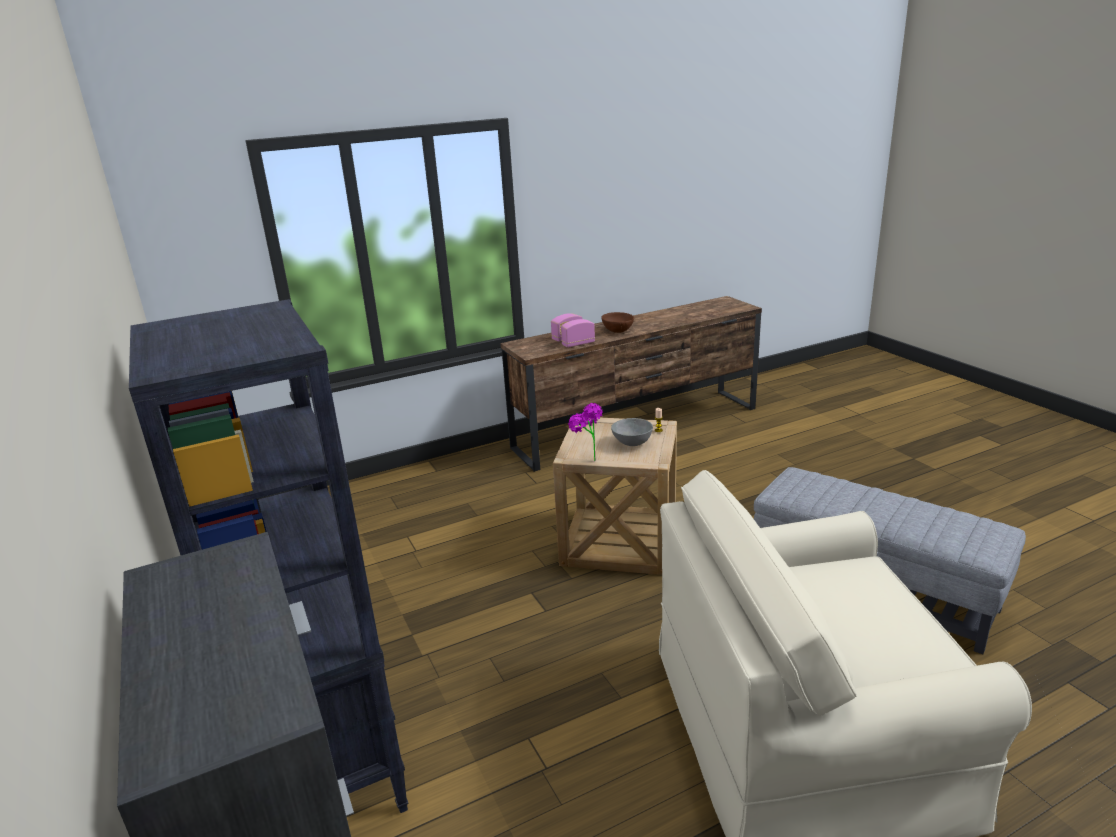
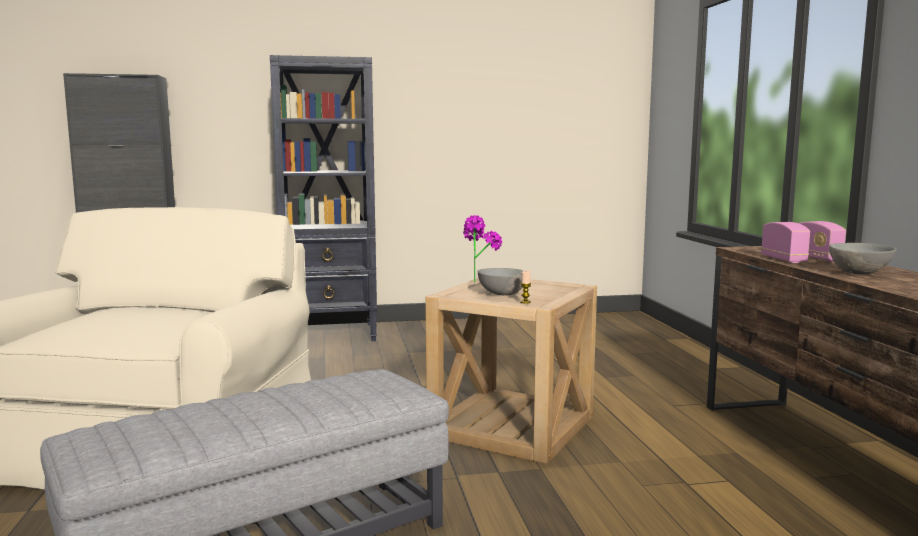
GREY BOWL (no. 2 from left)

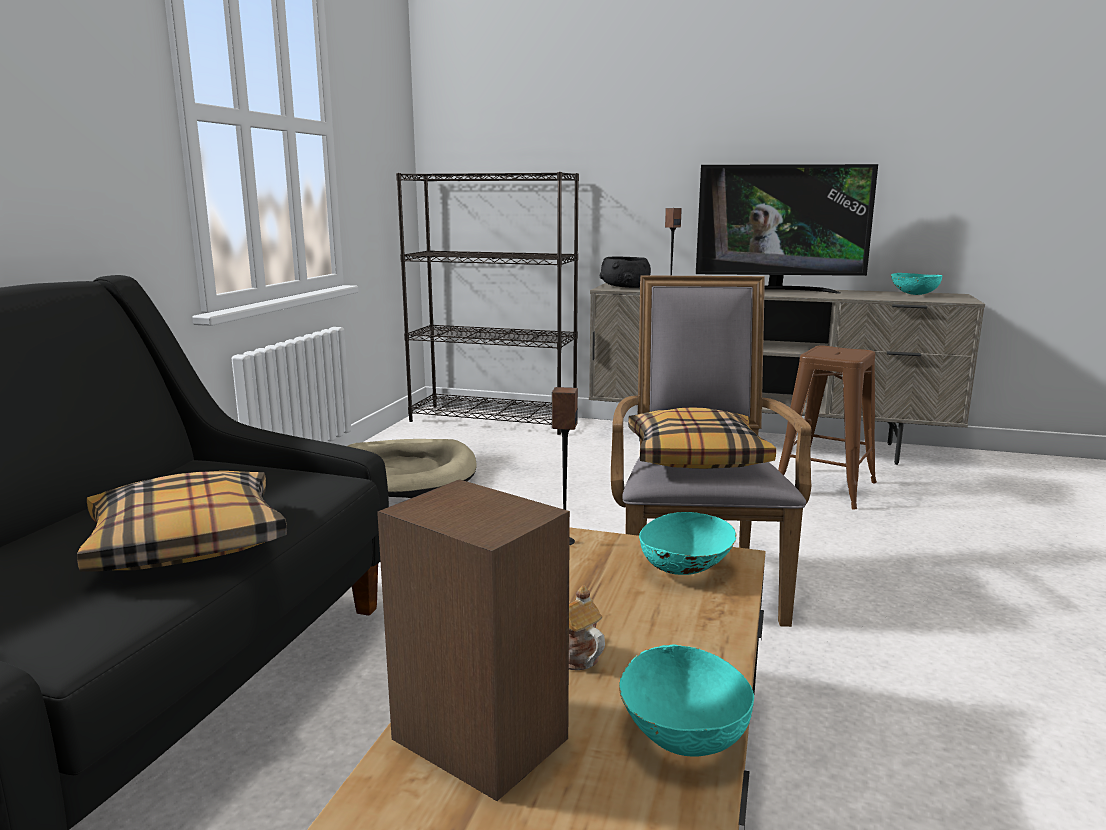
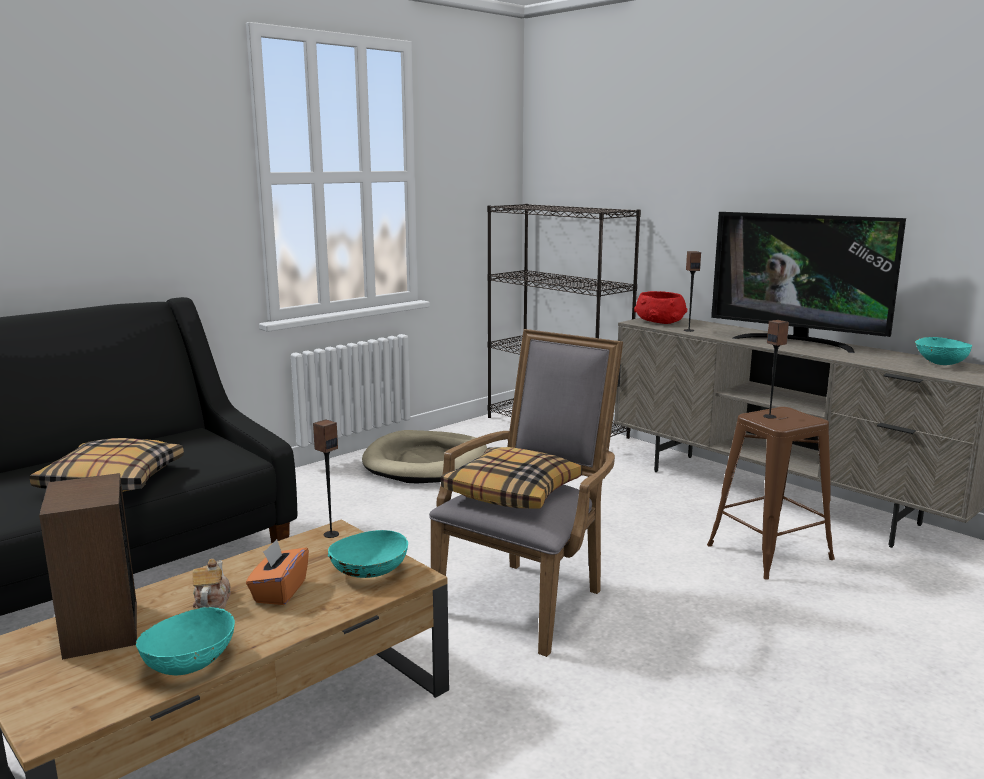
ORANGE TISSUE BOX
RED BOWL
SPEAKER (no. 4 from left)

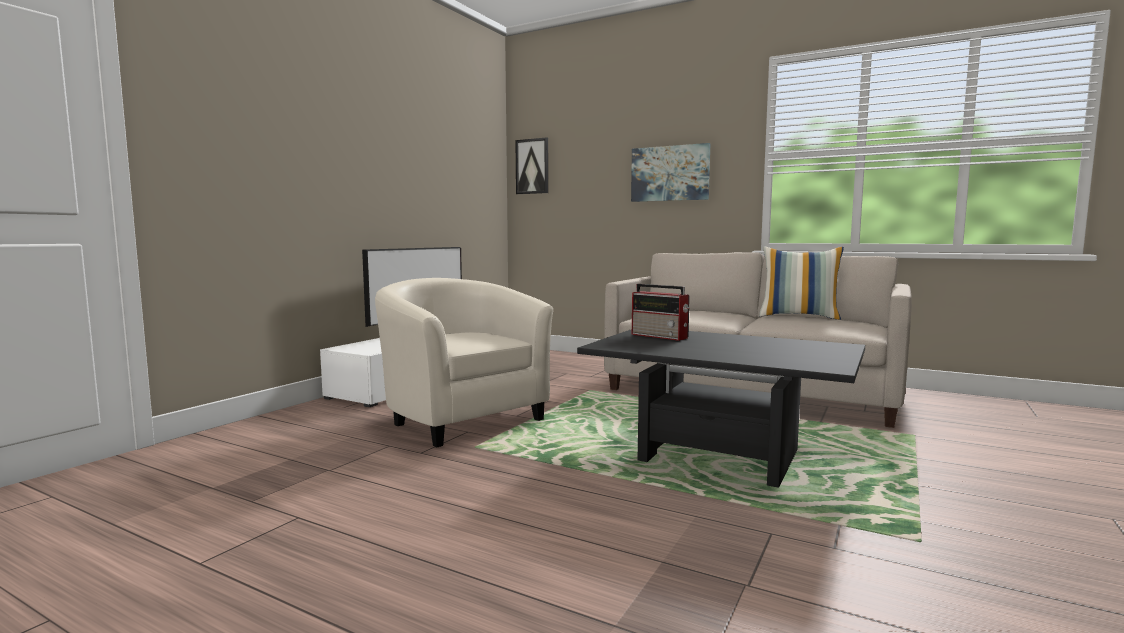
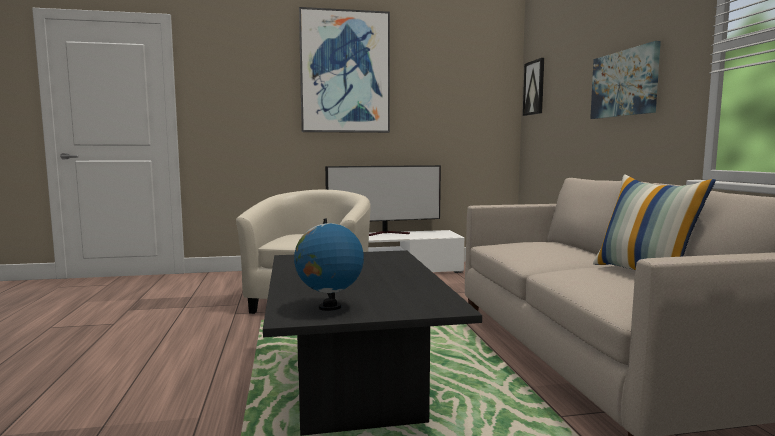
GLOBE
PICTURE (no. 1 from left)
RADIO

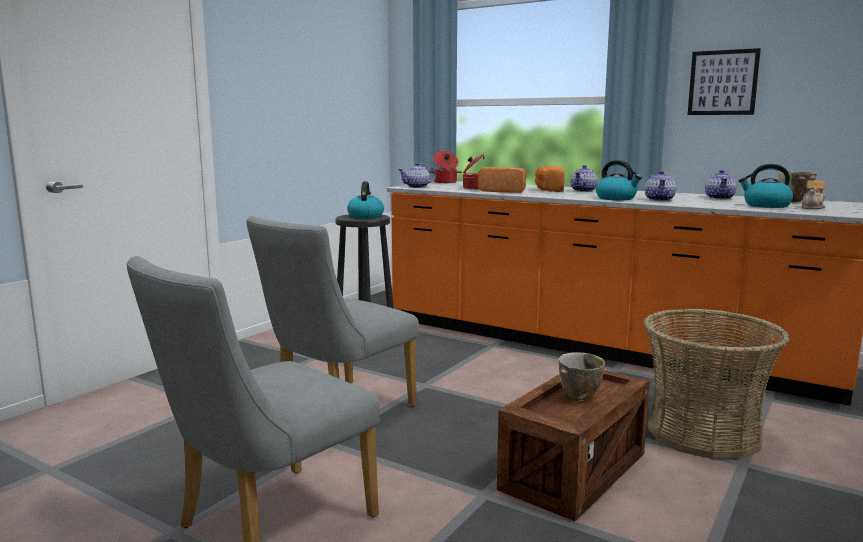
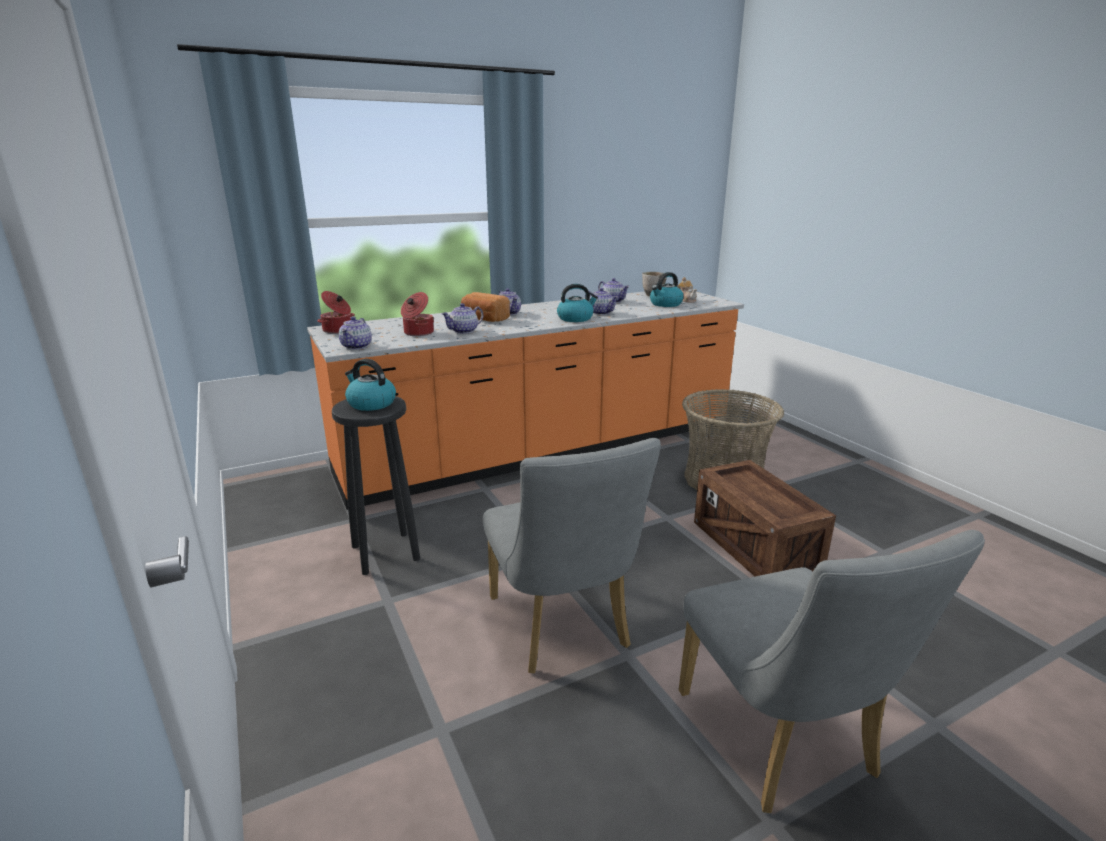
TEAPOT (no. 2 from left)
BOWL (no. 1 from left in the first image)
PICTURE

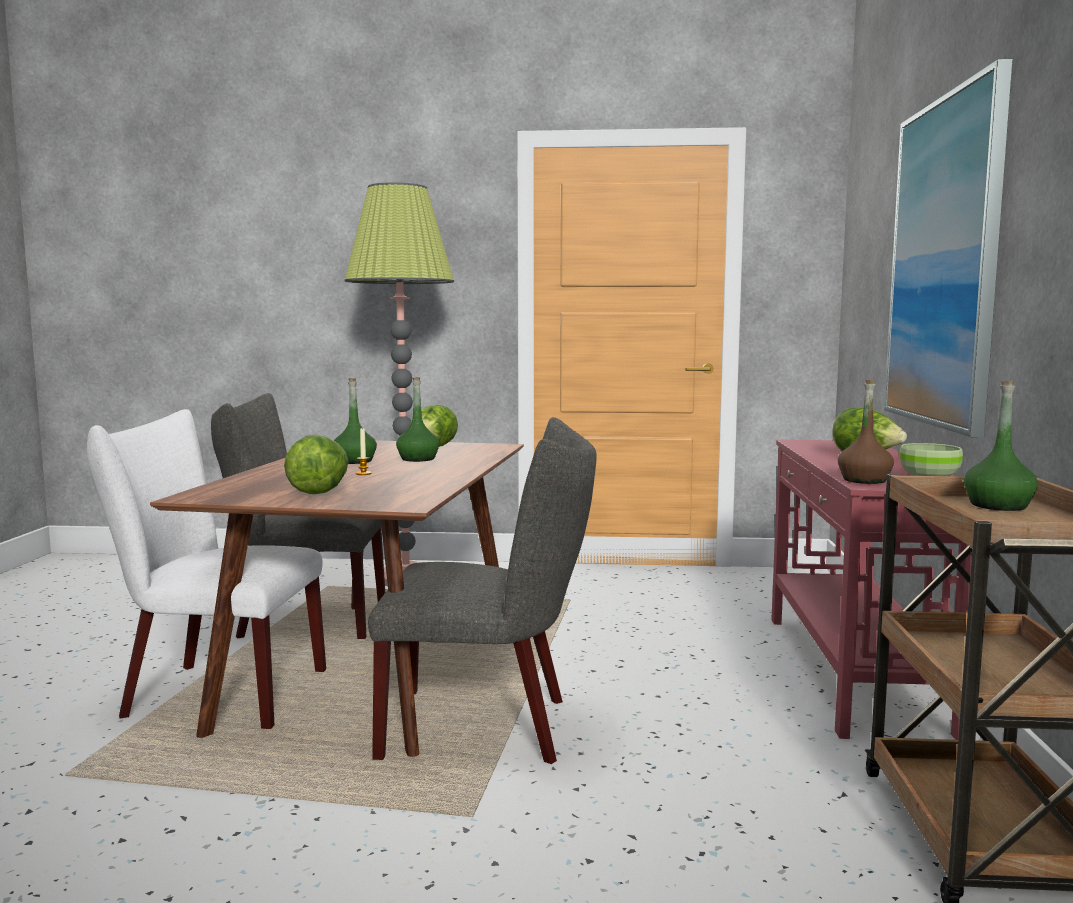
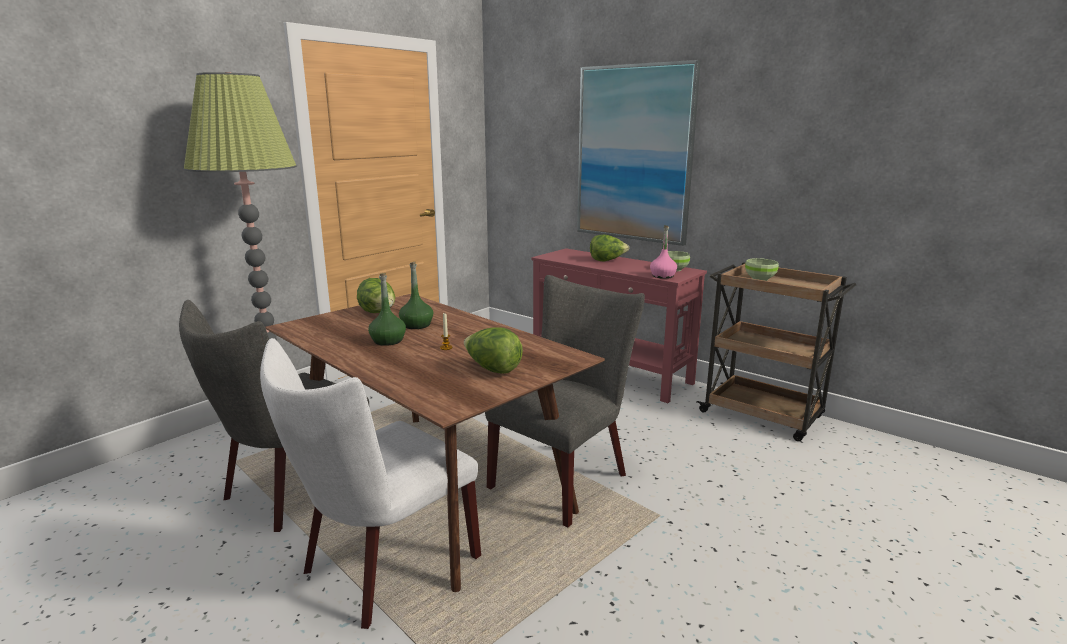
PINK BOTTLE
GREEN BOWL (no. 2 from left)

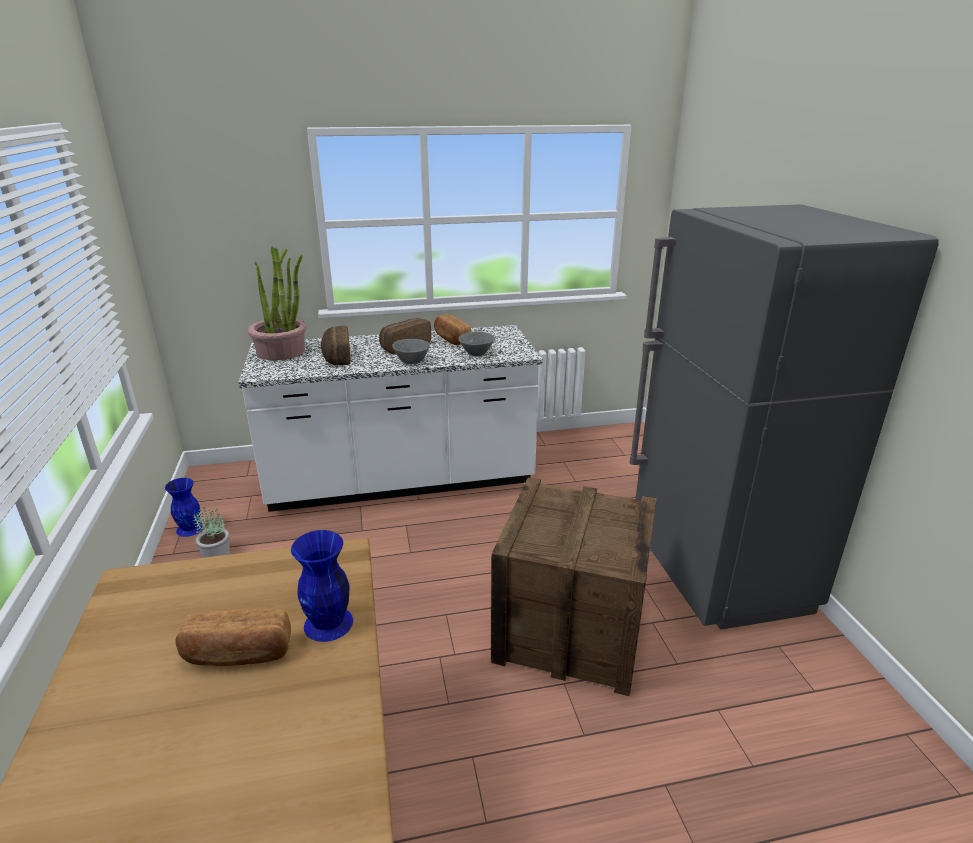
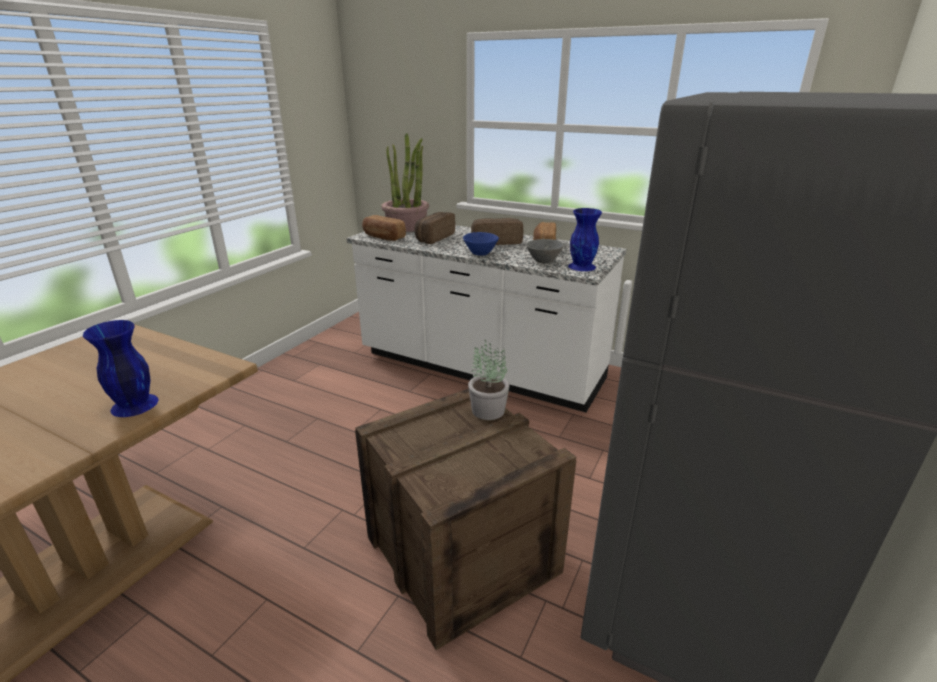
BREAD (no. 1 from left)
BLUE BOWL
POTTED PLANT (no. 2 from left)
BLUE VASE (no. 2 from left)

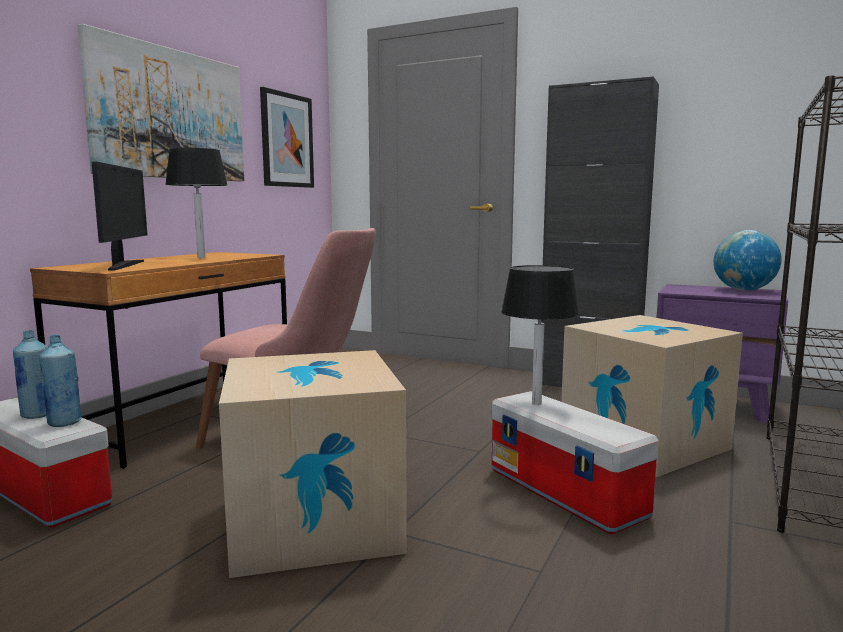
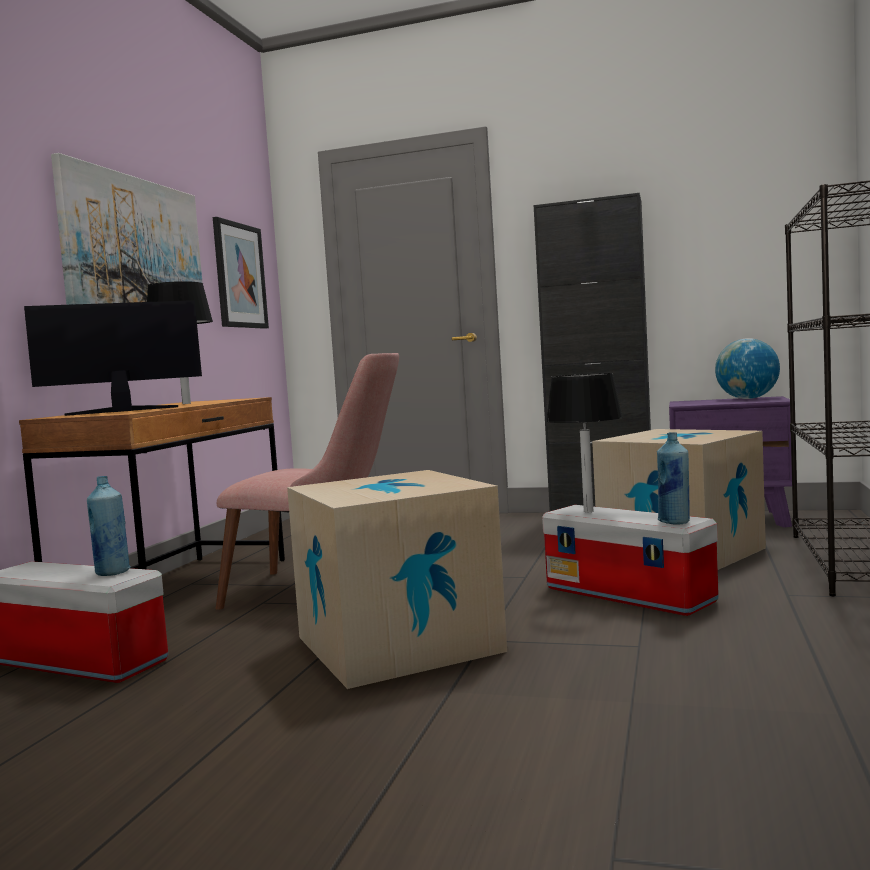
MONITOR
BLUE BOTTLE (no. 2 from left)

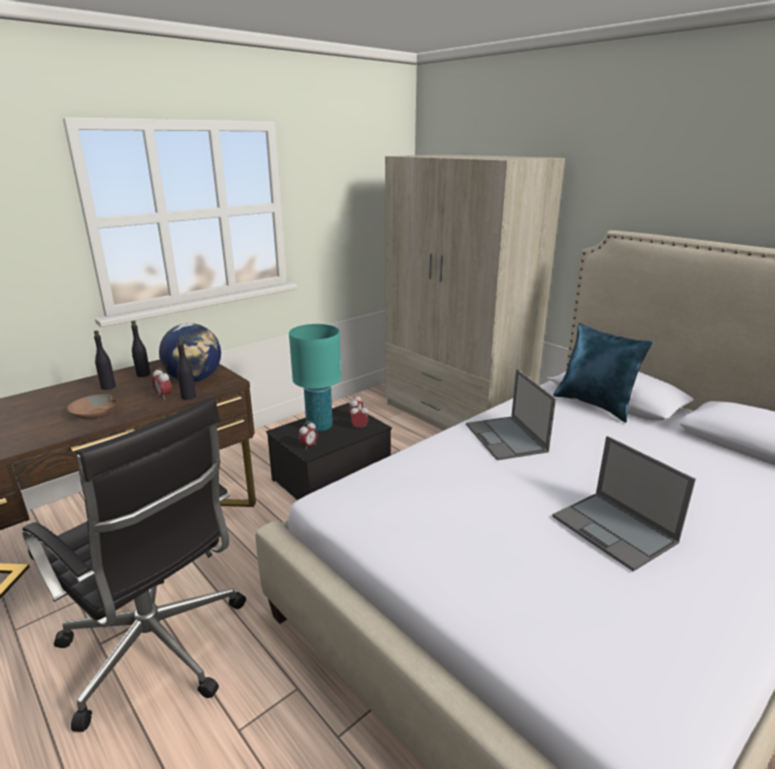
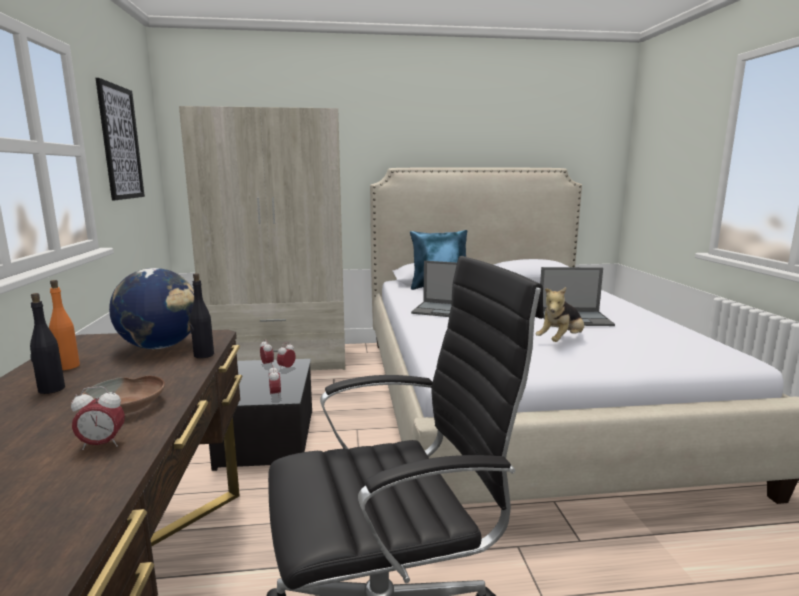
ORANGE BOTTLE
ALARM CLOCK (no. 1 from left)
PICTURE
PLUSH TOY
TURQUOISE TABLE LAMP

